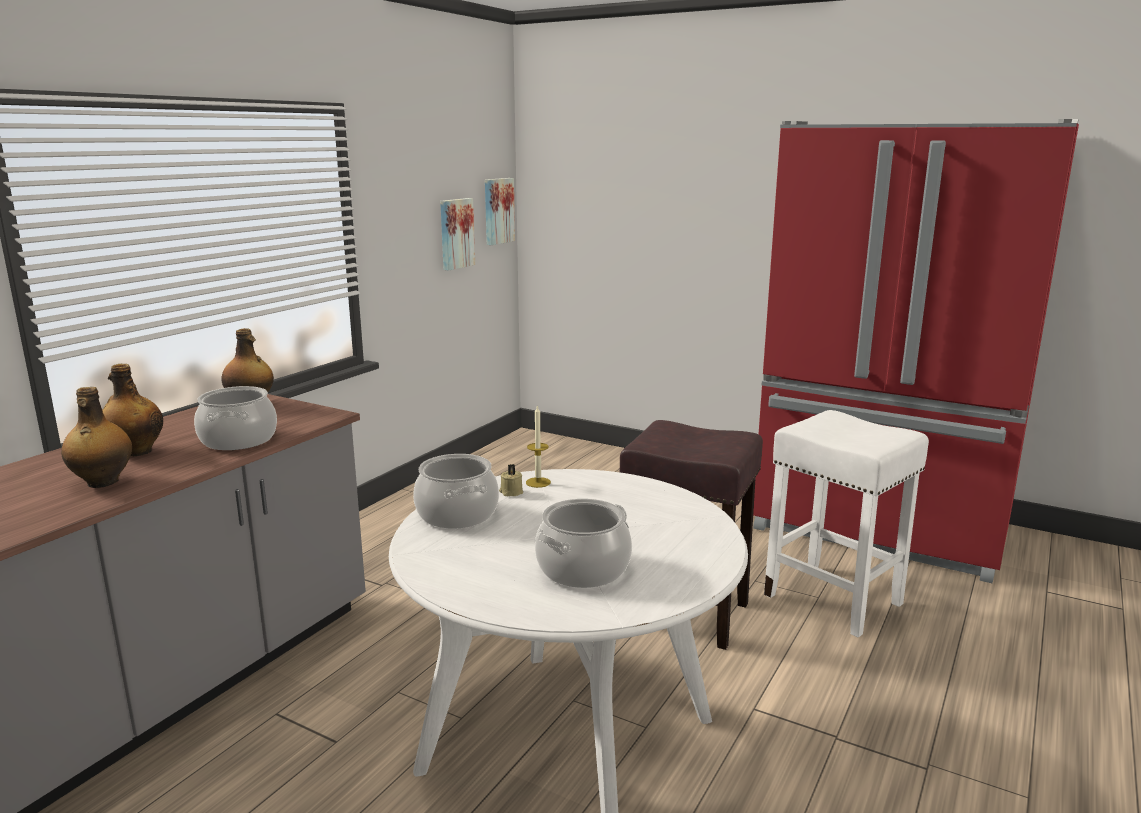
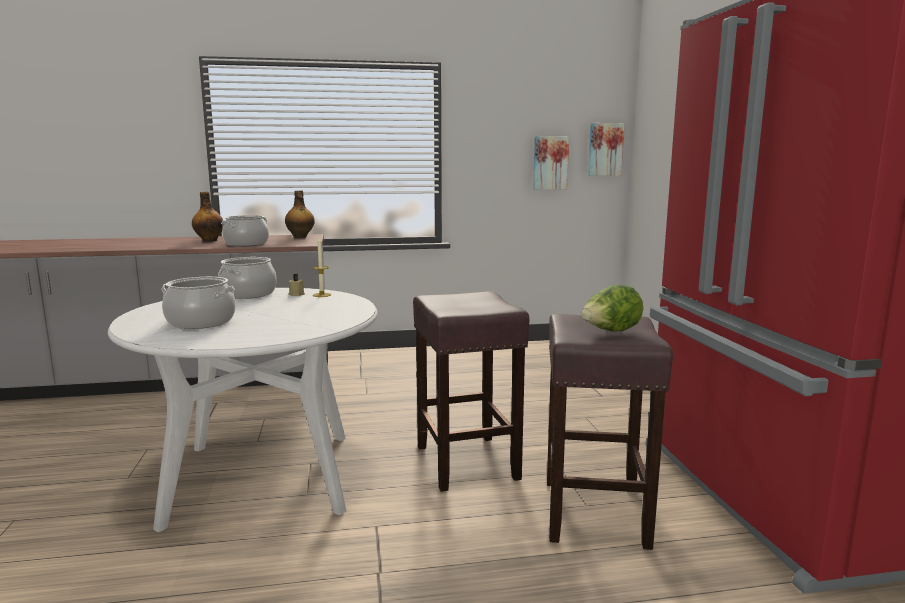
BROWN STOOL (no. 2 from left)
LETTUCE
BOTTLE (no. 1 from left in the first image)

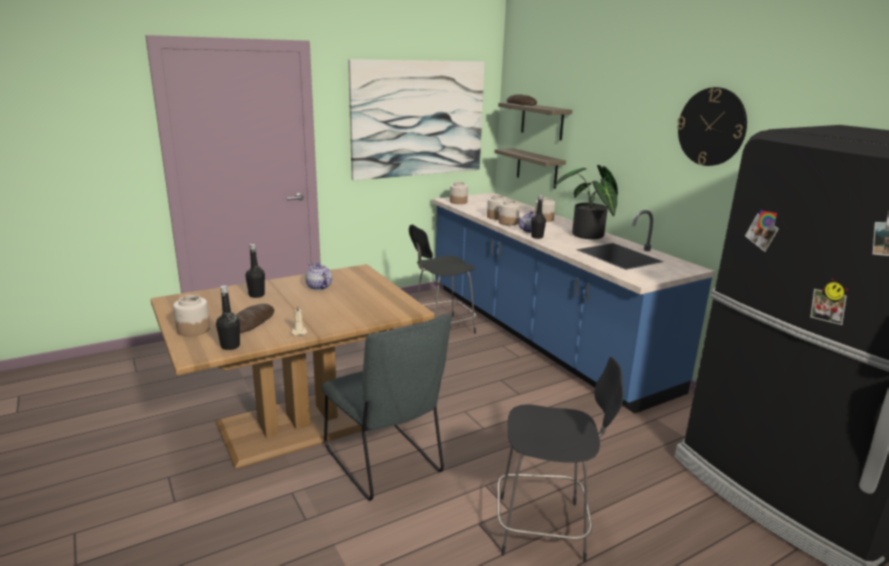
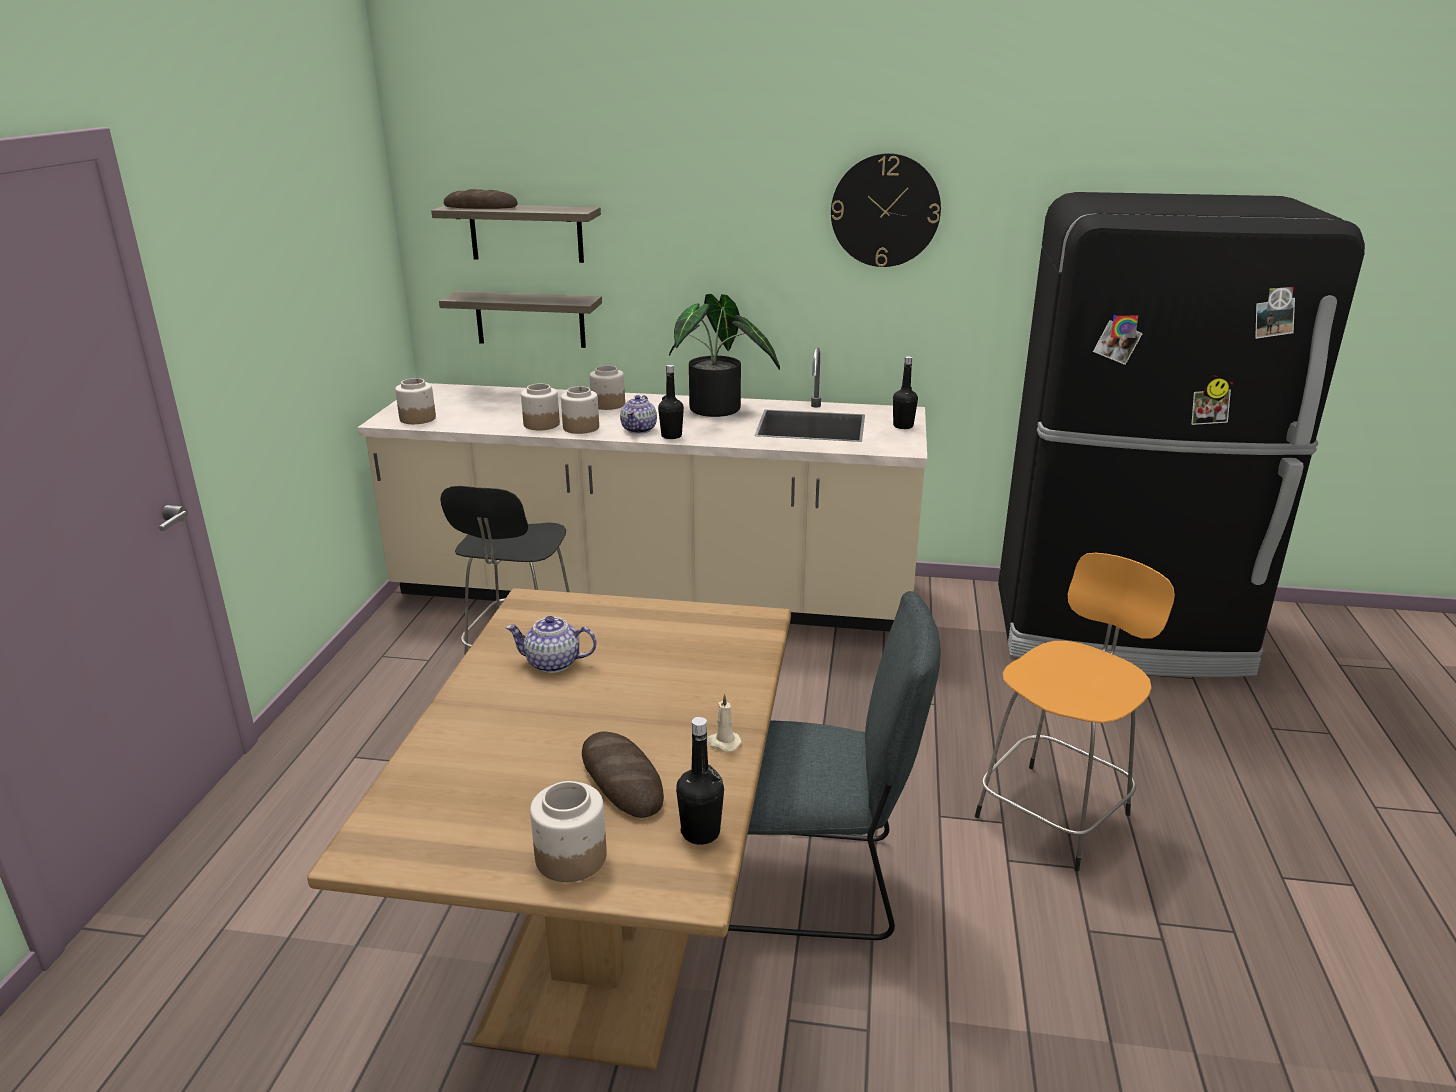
BEIGE COUNTER
BLACK BOTTLE (no. 3 from left)
ORANGE STOOL
PICTURE

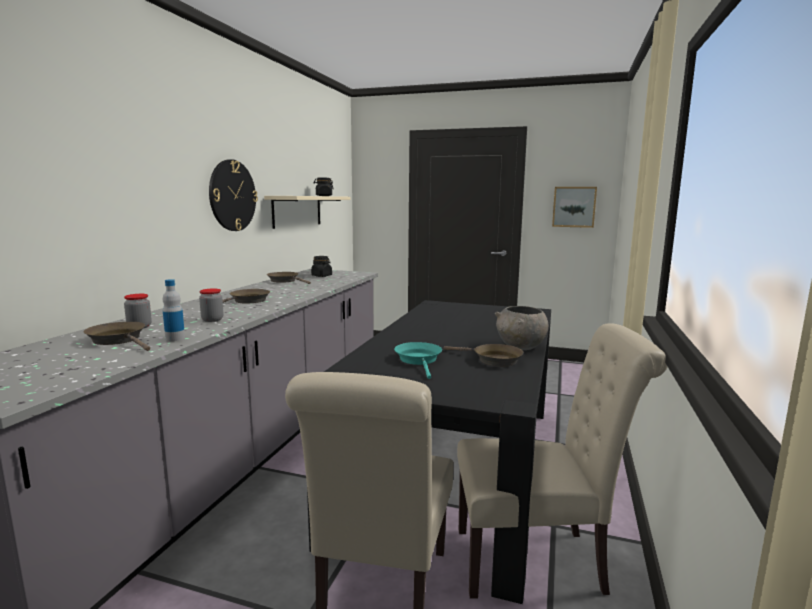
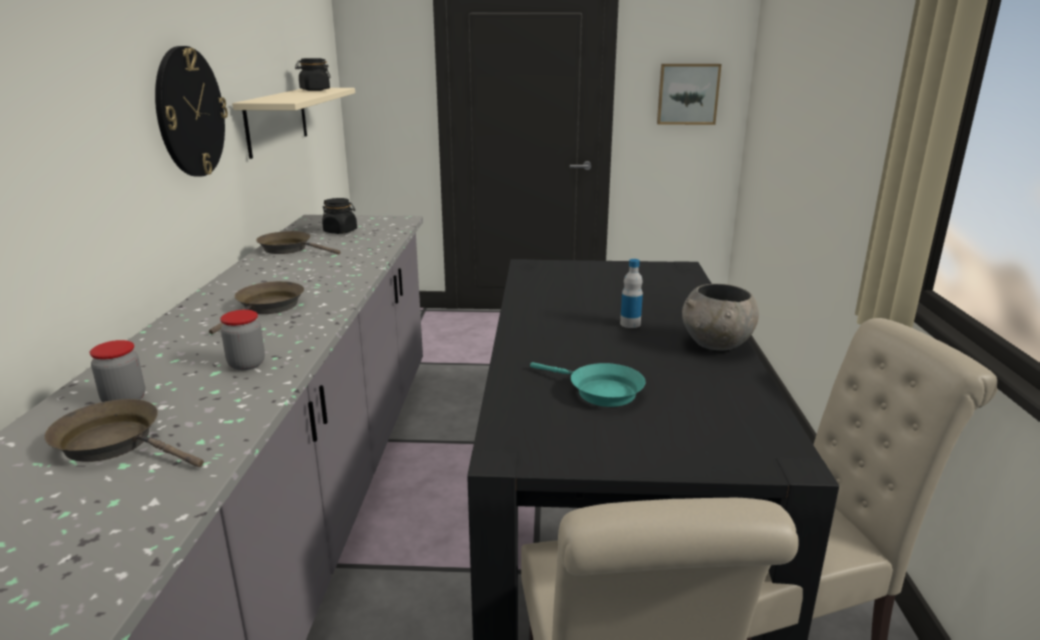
TURQUOISE FRYING PAN
BOTTLE
BROWN FRYING PAN (no. 4 from left in the first image)

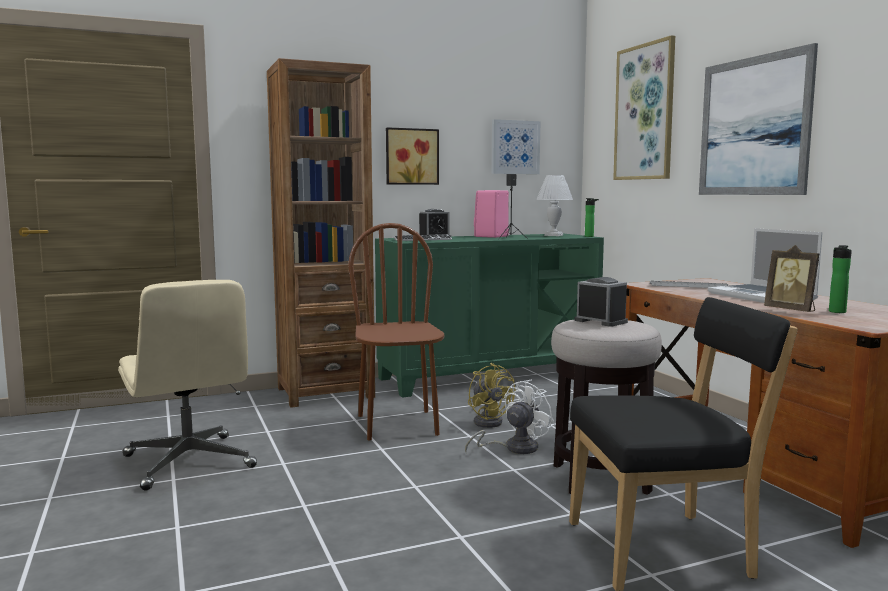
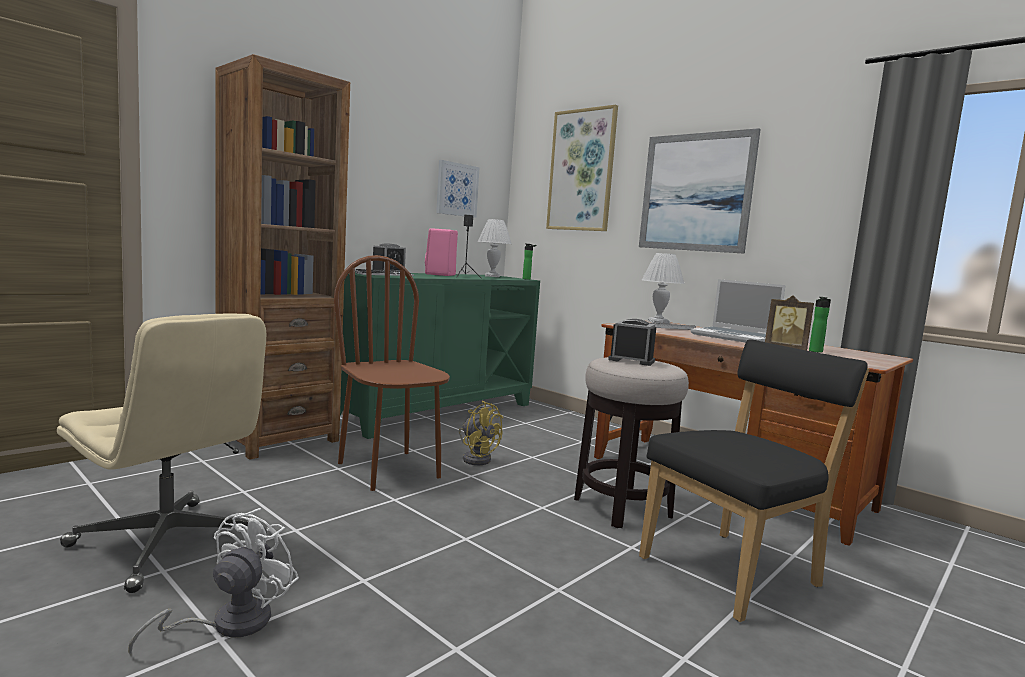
WHITE FAN
WHITE TABLE LAMP (no. 2 from left)
PICTURE (no. 1 from left in the first image)

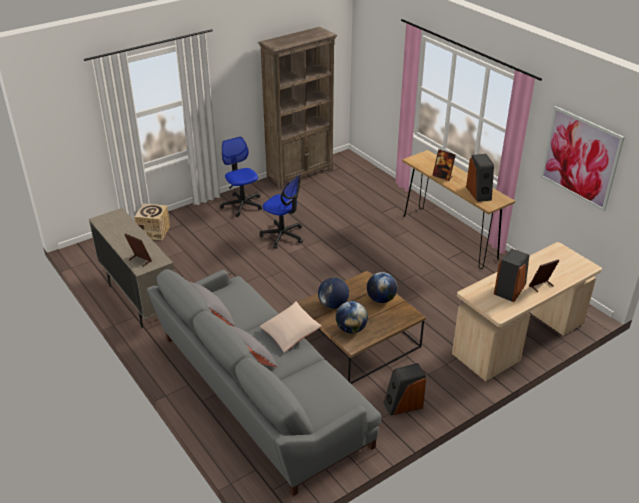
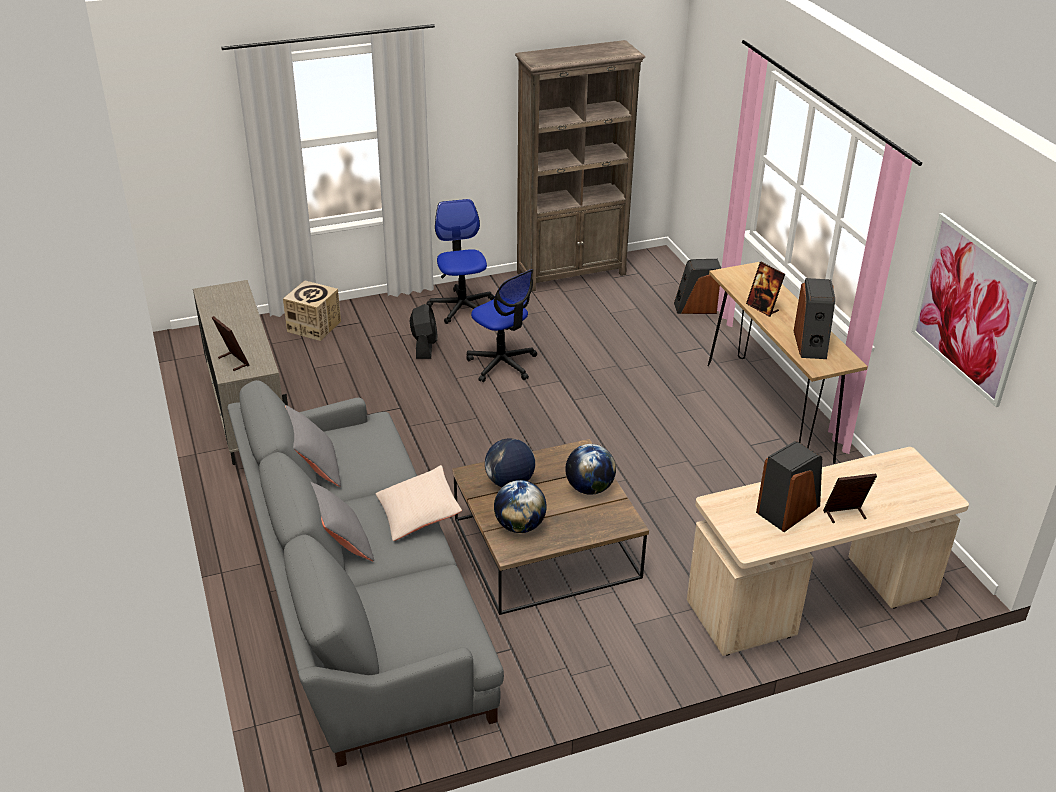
BLACK FAN
SPEAKER (no. 1 from left)

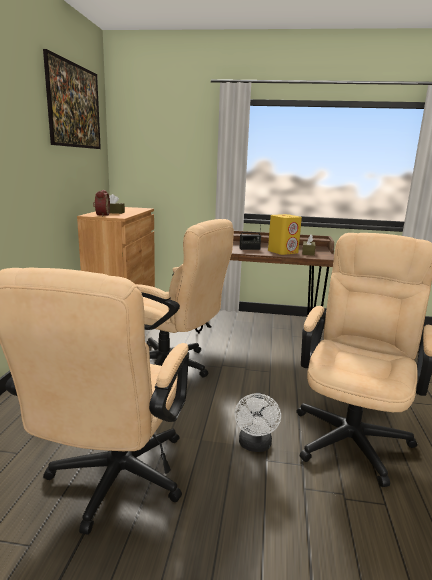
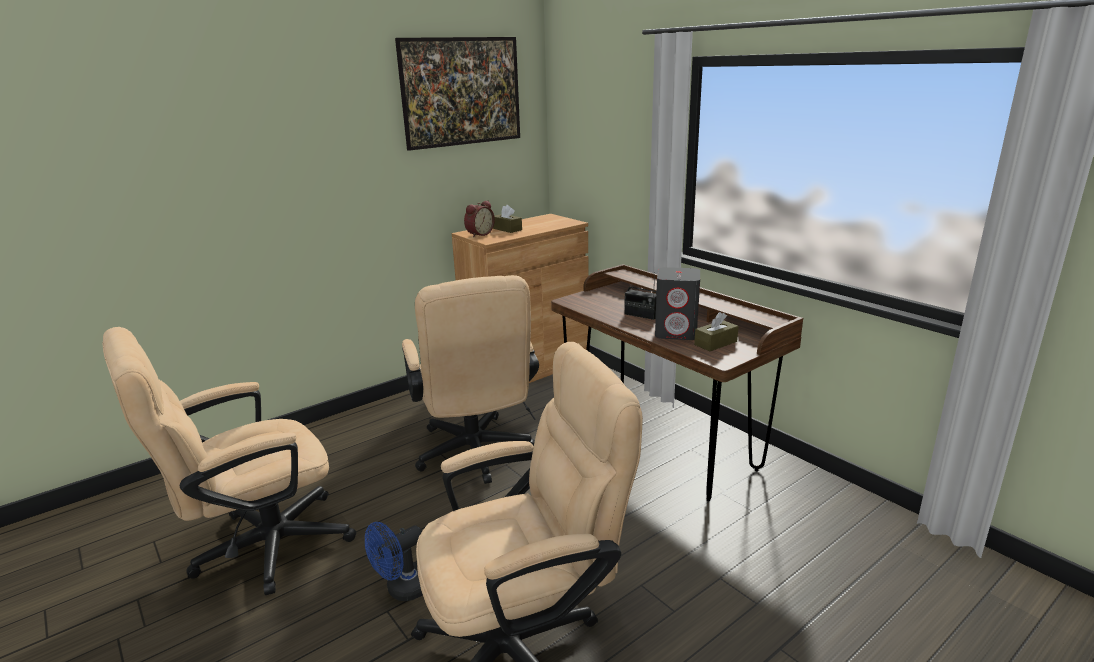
BLUE FAN
GREY SPEAKER

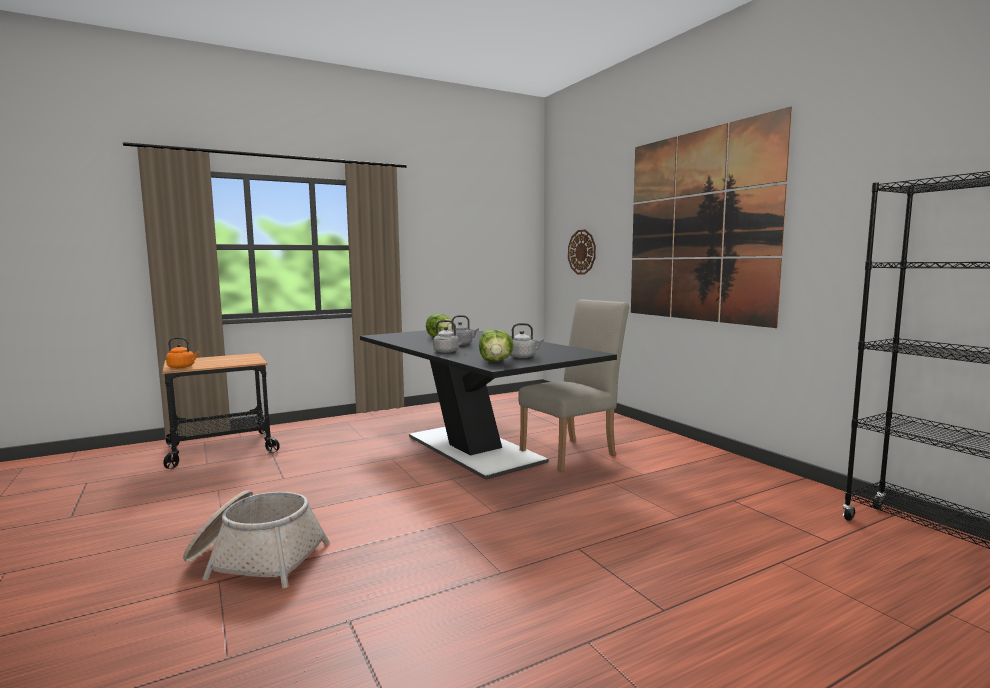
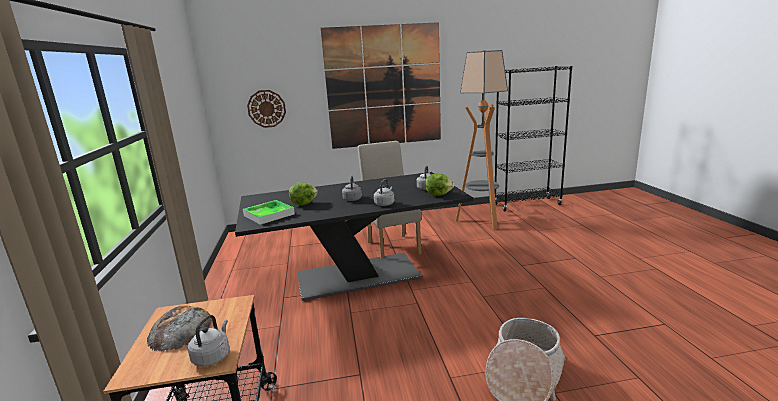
BREAD
GREY KETTLE (no. 1 from left)
TRAY
FLOOR LAMP

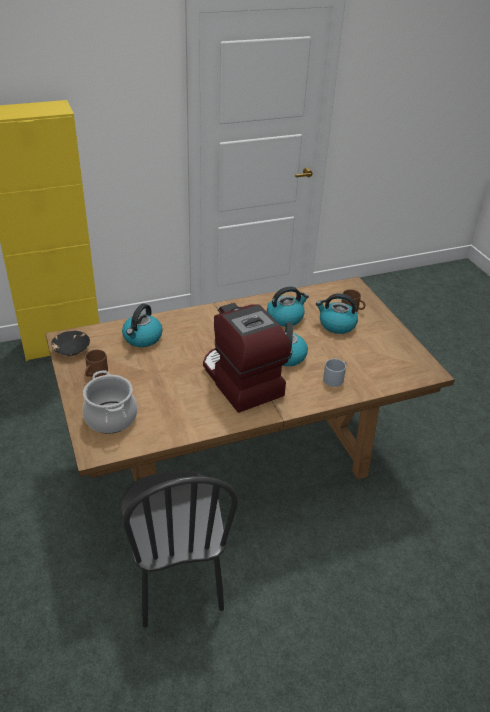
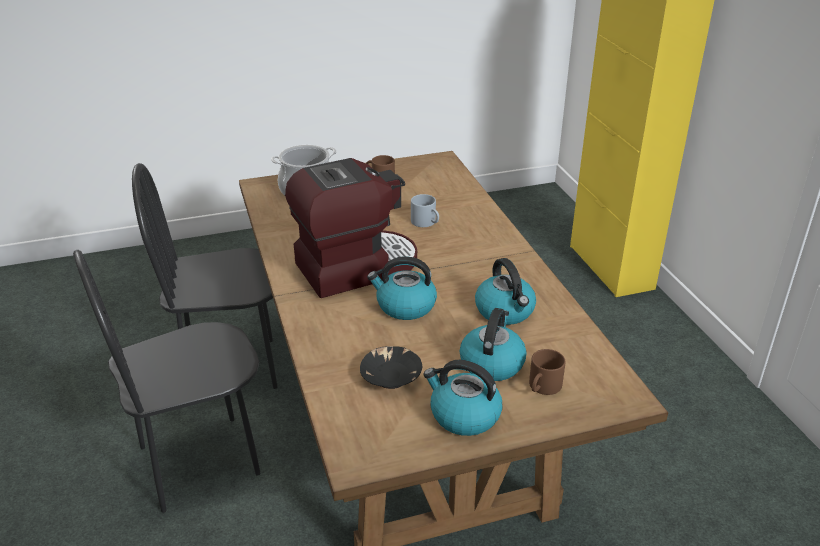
BLACK CHAIR (no. 1 from left)
BLACK BOWL
GREY MUG
KETTLE (no. 2 from left)

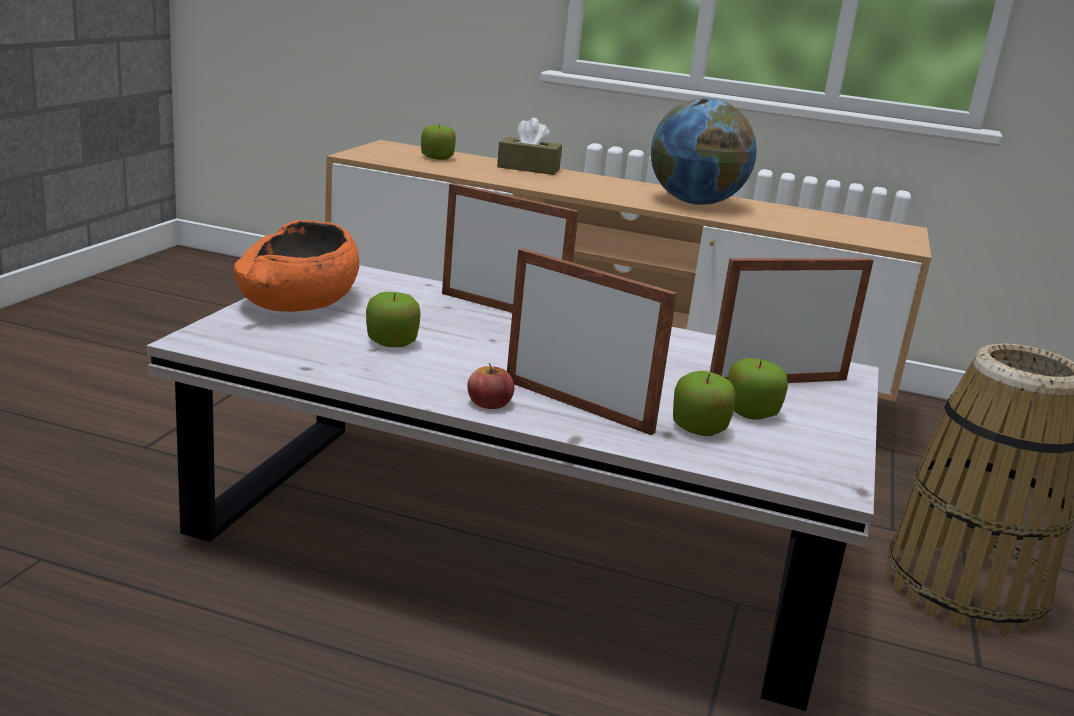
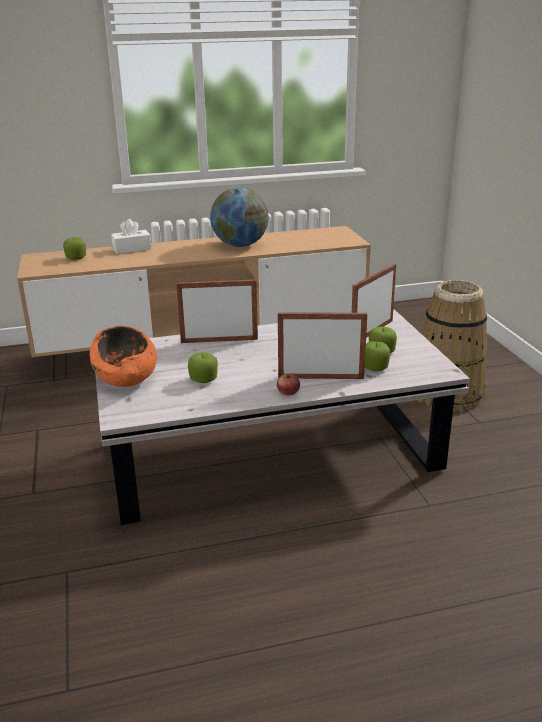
WHITE TISSUE BOX

